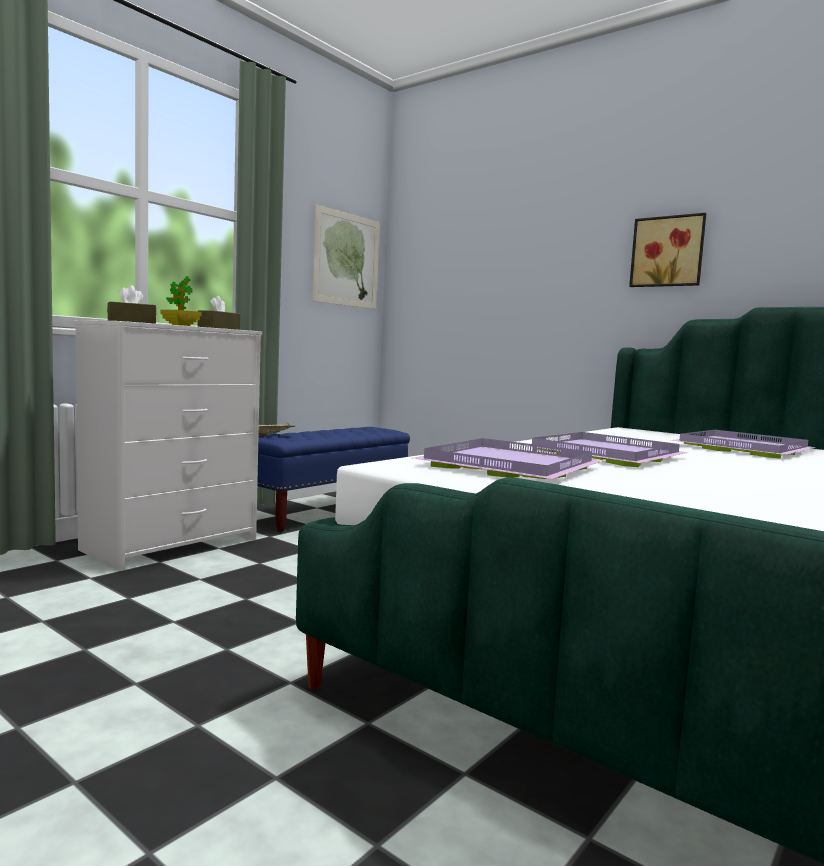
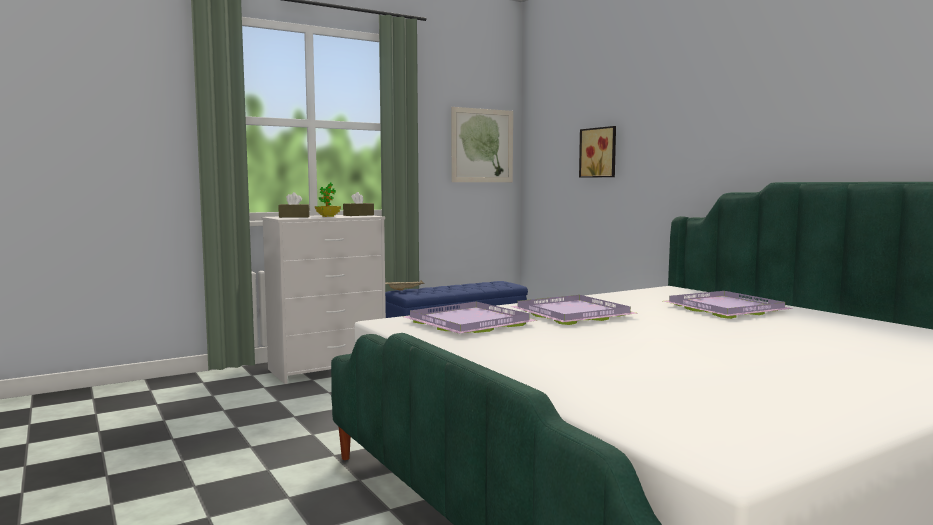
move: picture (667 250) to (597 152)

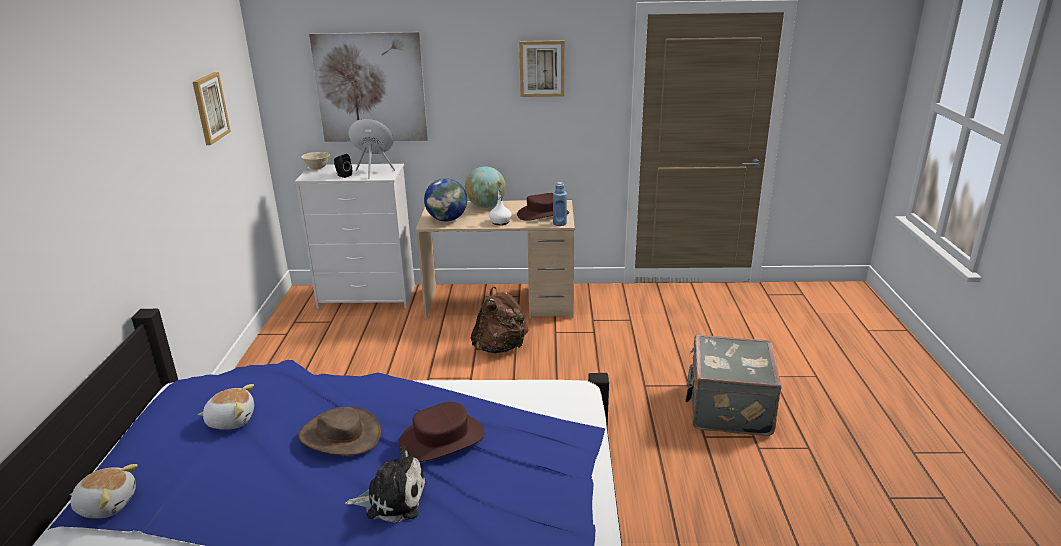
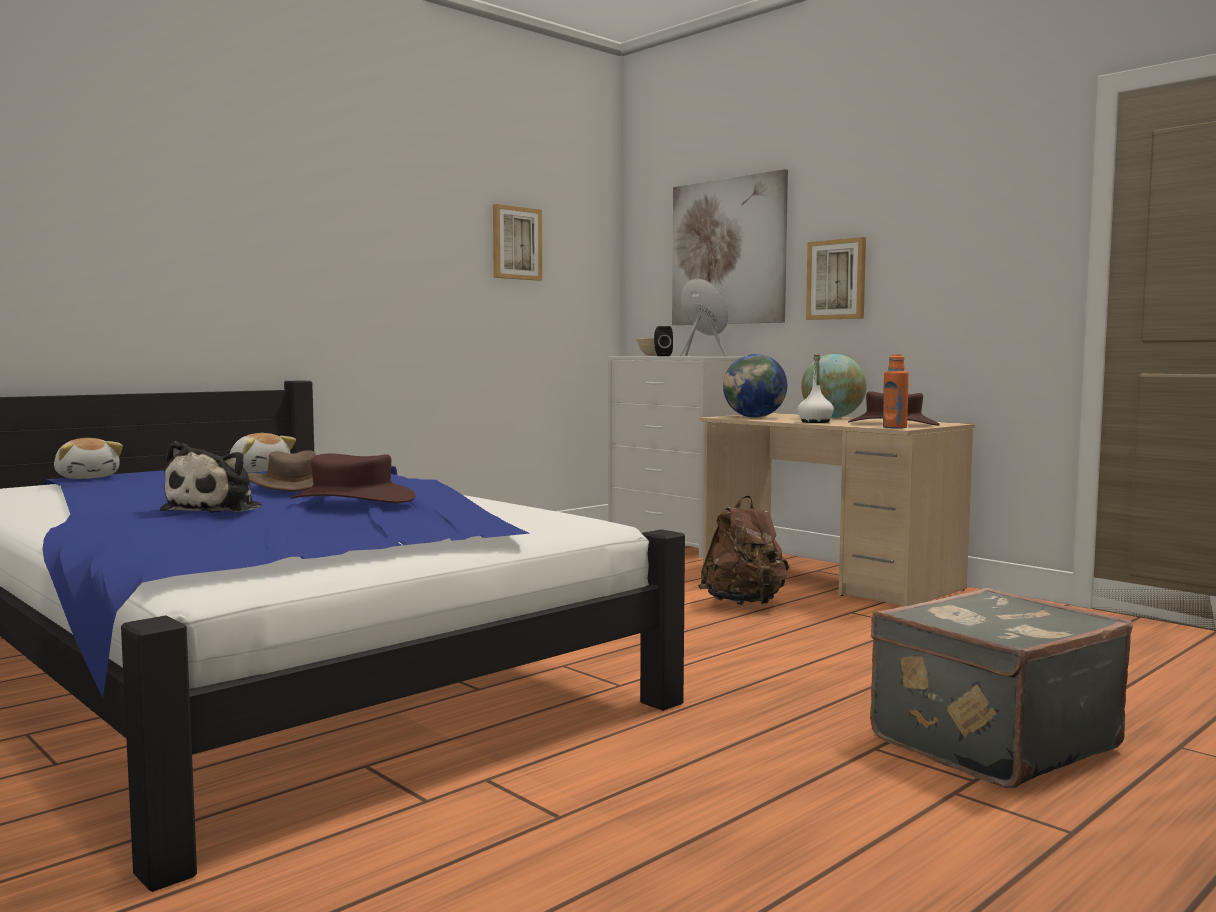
move: picture (541 68) to (836 278)
recolor: drink bottle (blue-coloured) (560 204) to drink bottle (orangey) (896 391)
rotate: soft toy (385 484) = (211 477) 60 degrees clockwise

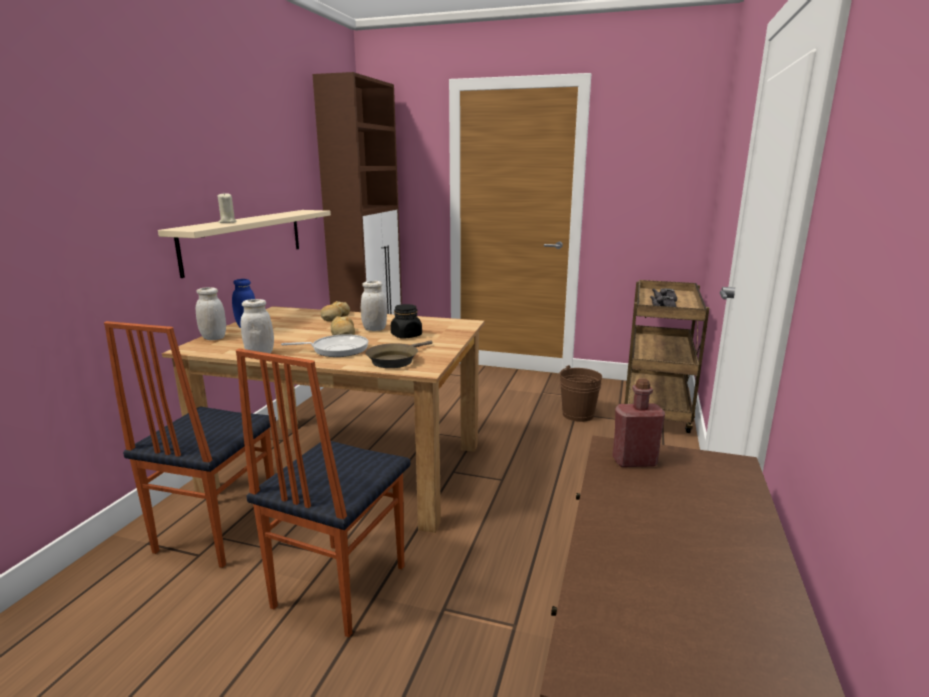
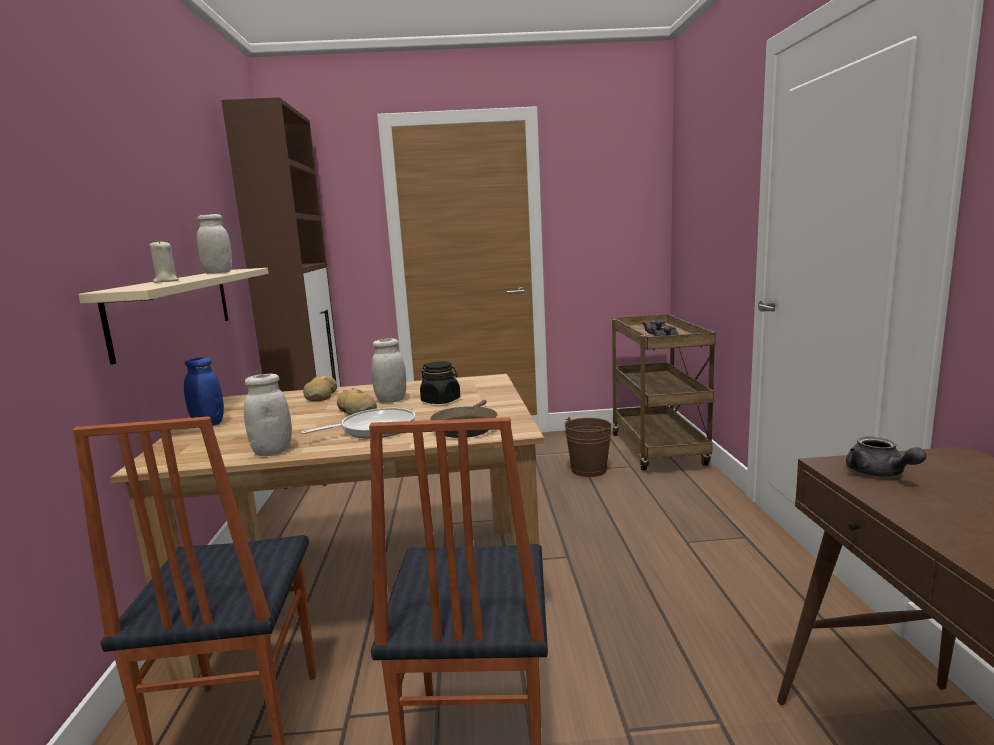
move: jar (white-coloured) (211 313) to (214 244)
replace: drink bottle (red-coloured) (638 423) to teapot (gray) (886 457)

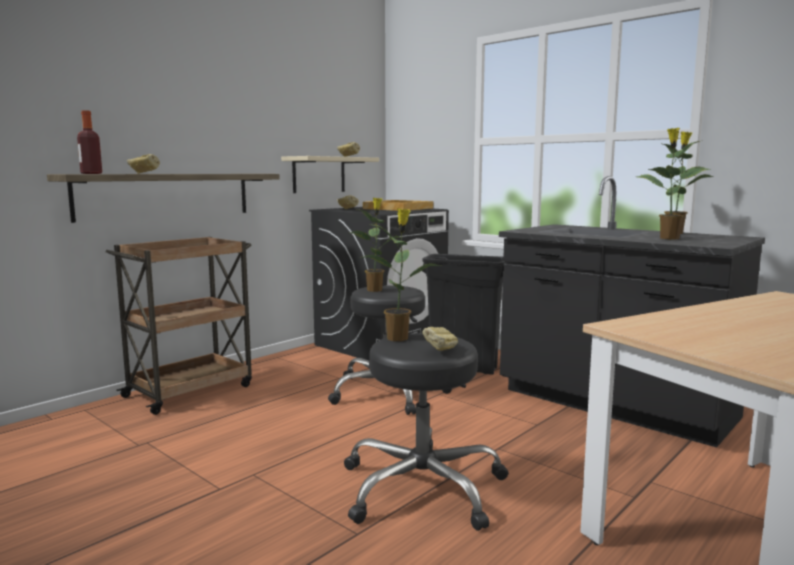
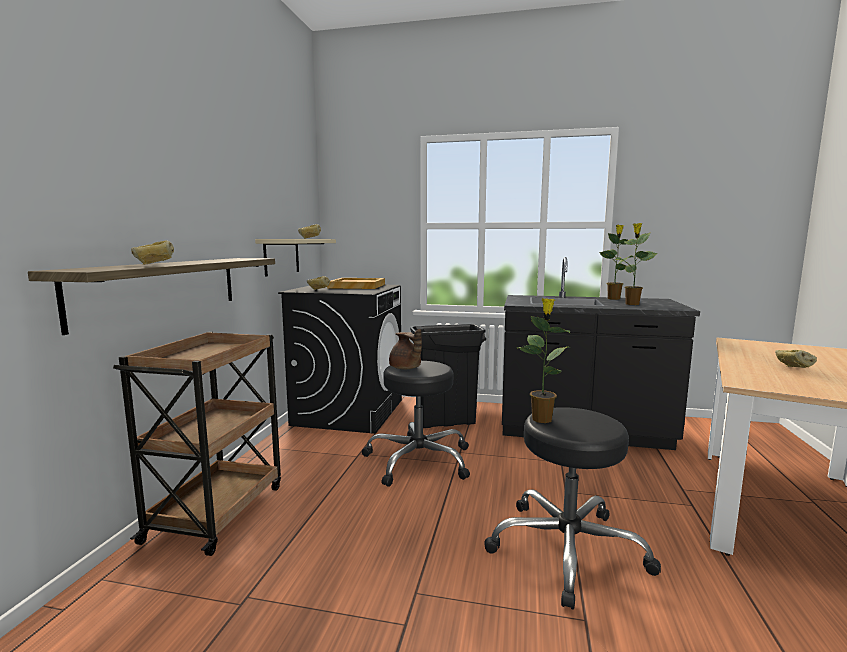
delete: drink bottle (89 142)
move: bread (440 339) to (796 359)
replace: houseplant (375 245) to teapot (brownish) (405 349)

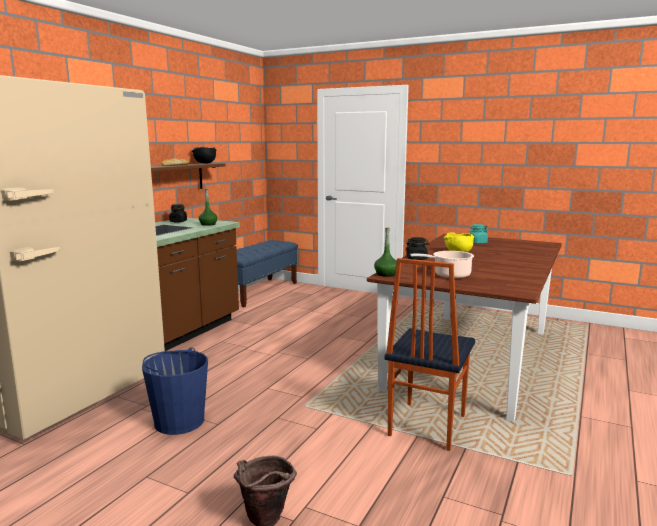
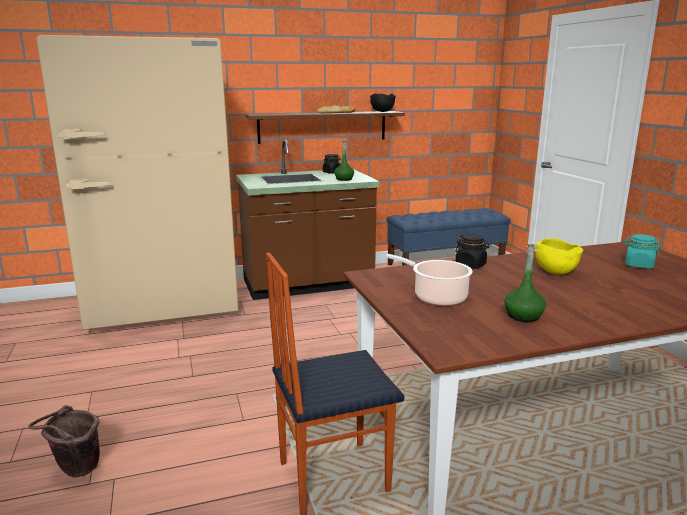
delete: water bucket (blue-coloured) (175 391)
move: drink bottle (green) (385 252) to (525 283)

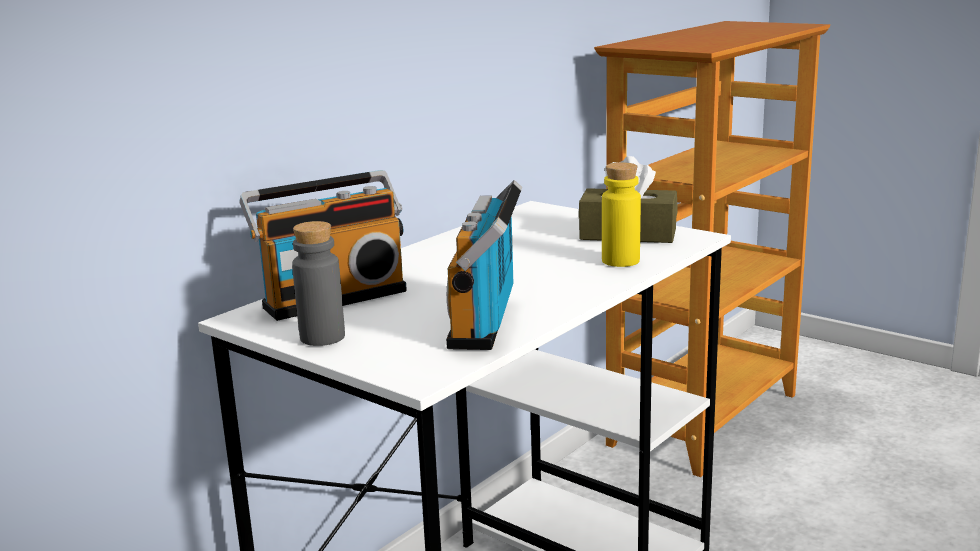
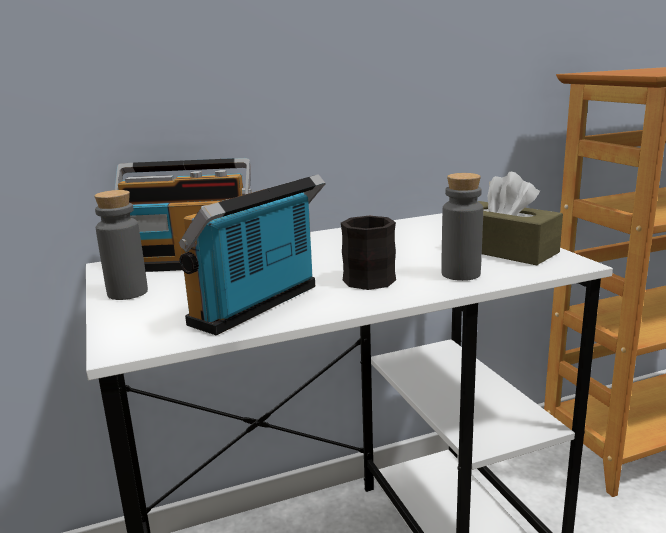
insert: coffee mug (blackish) (368 253)
recolor: drink bottle (yellow) (621 214) to drink bottle (gray) (462 227)

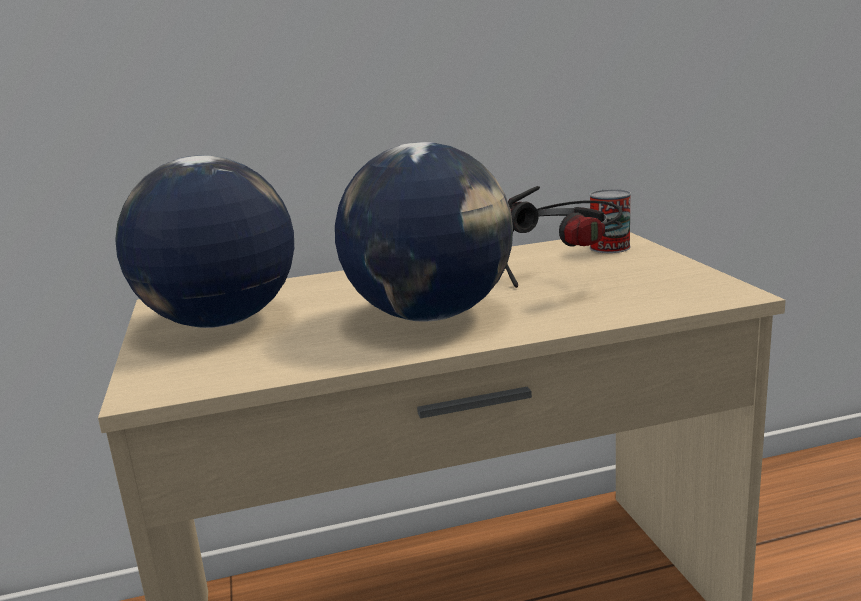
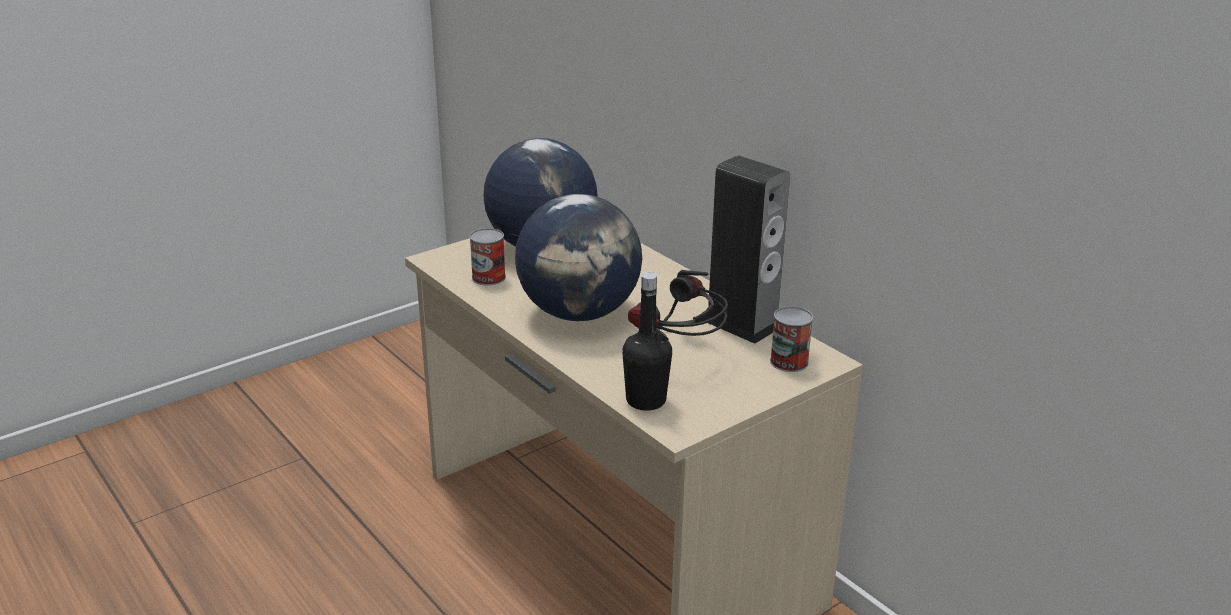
insert: metal can (487 257); drink bottle (blackish) (647 341); audio speaker (748 249)

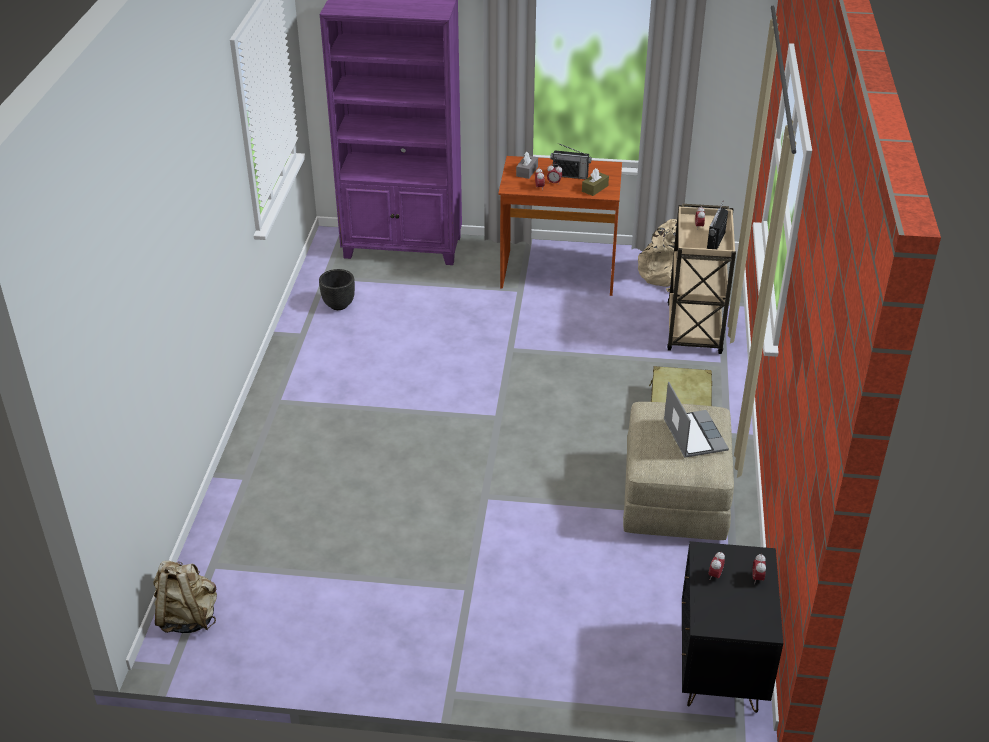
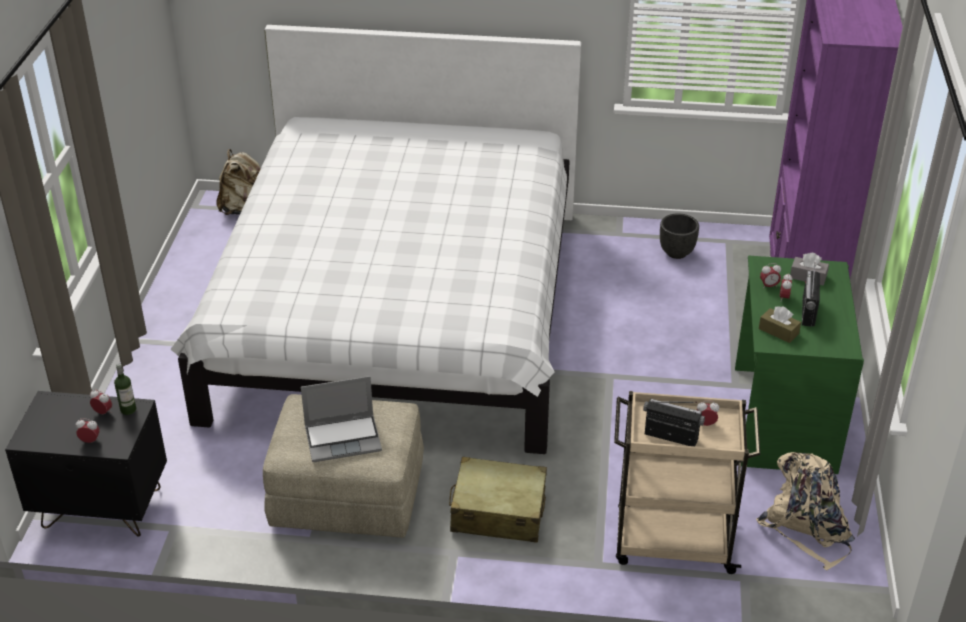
insert: drink bottle (125 389); bedroom bed (white-coloured) (376 239)
recolor: desk table (brownish) (560 226) to desk table (green) (799 365)

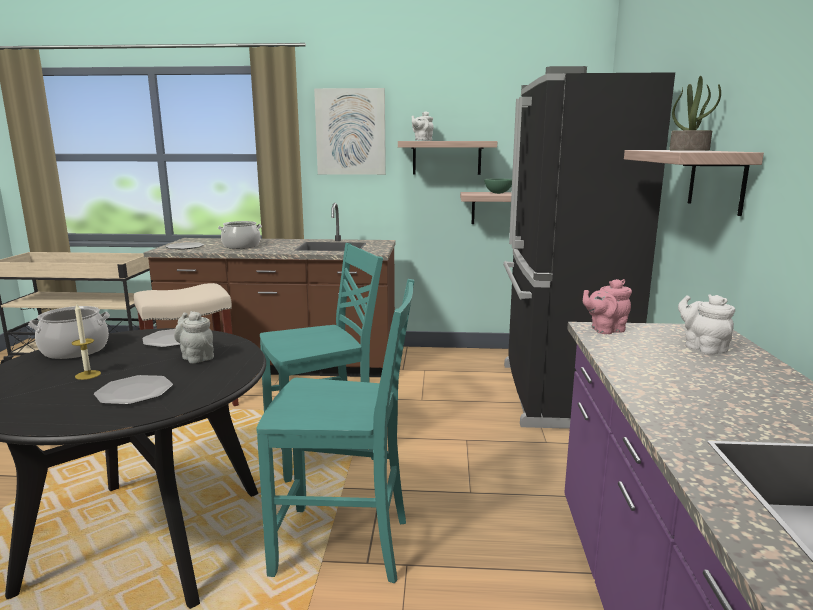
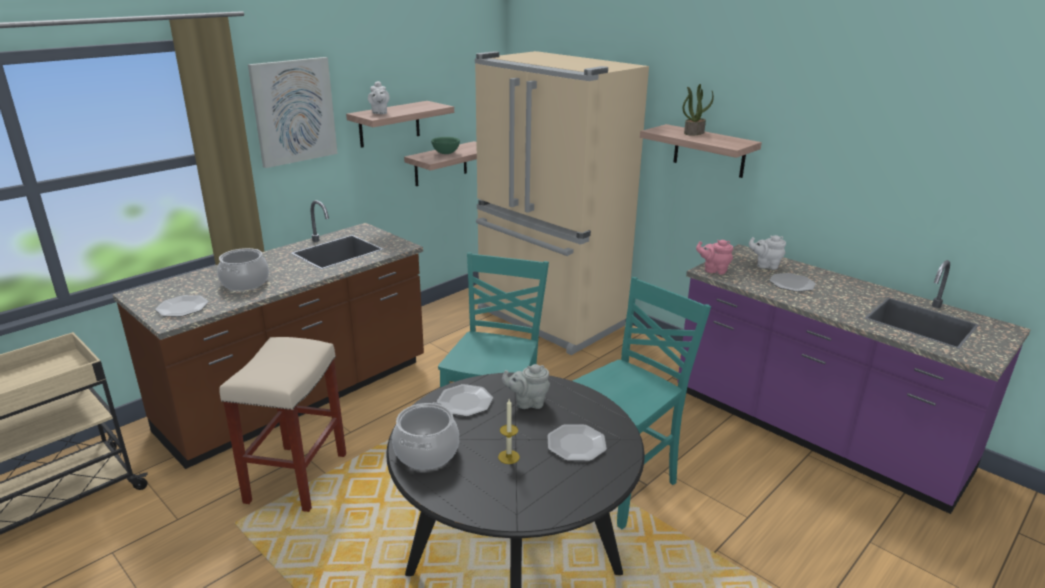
insert: dinner plate (792 282)
recolor: refrigerator (blackish) (589 247) to refrigerator (beige) (562 203)
rotate: teapot (pinkish) (607 306) = (714 257) 90 degrees clockwise

